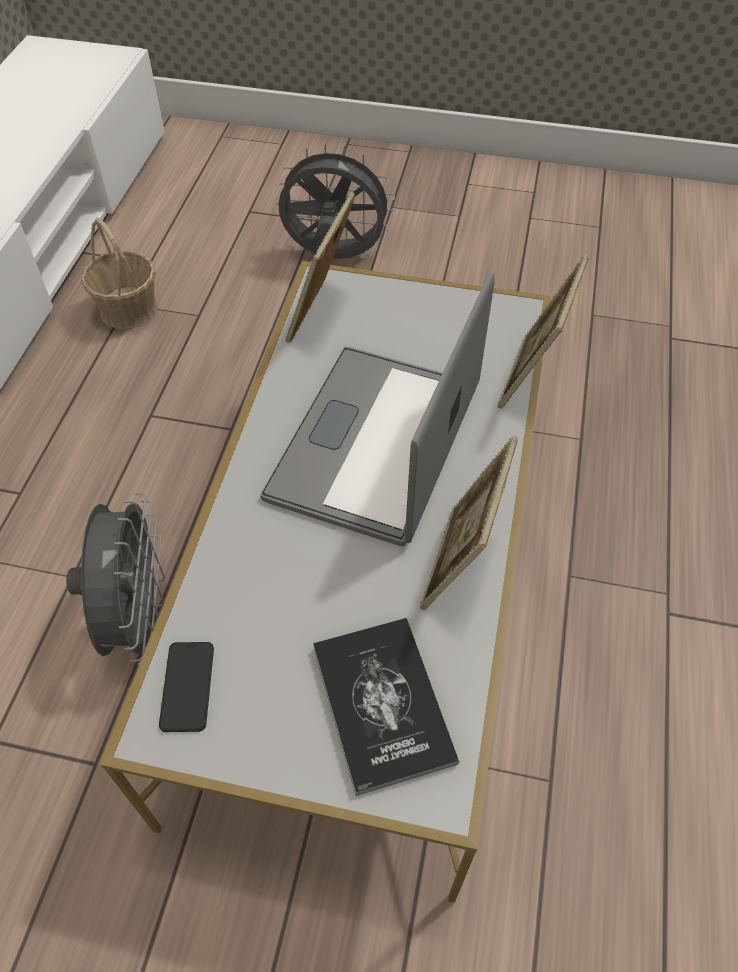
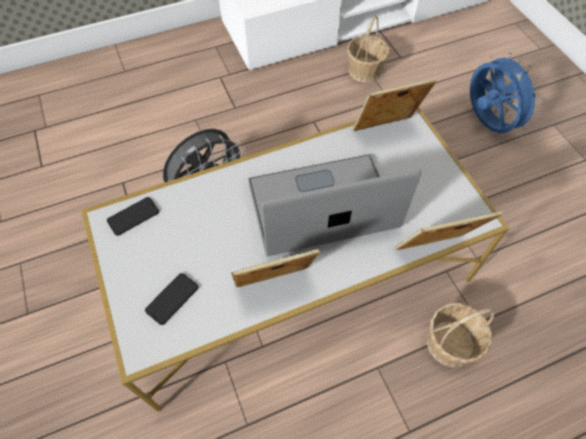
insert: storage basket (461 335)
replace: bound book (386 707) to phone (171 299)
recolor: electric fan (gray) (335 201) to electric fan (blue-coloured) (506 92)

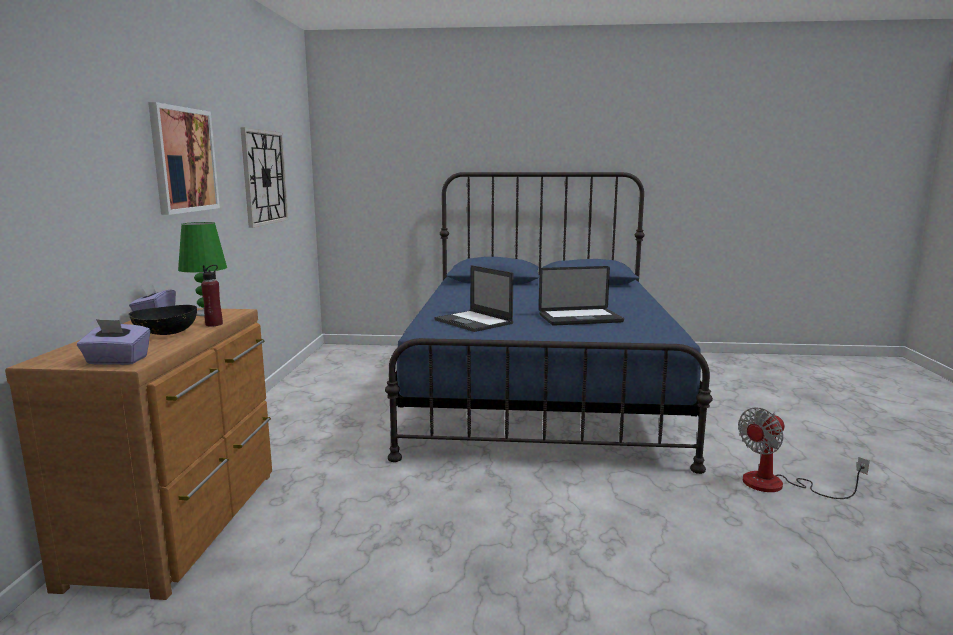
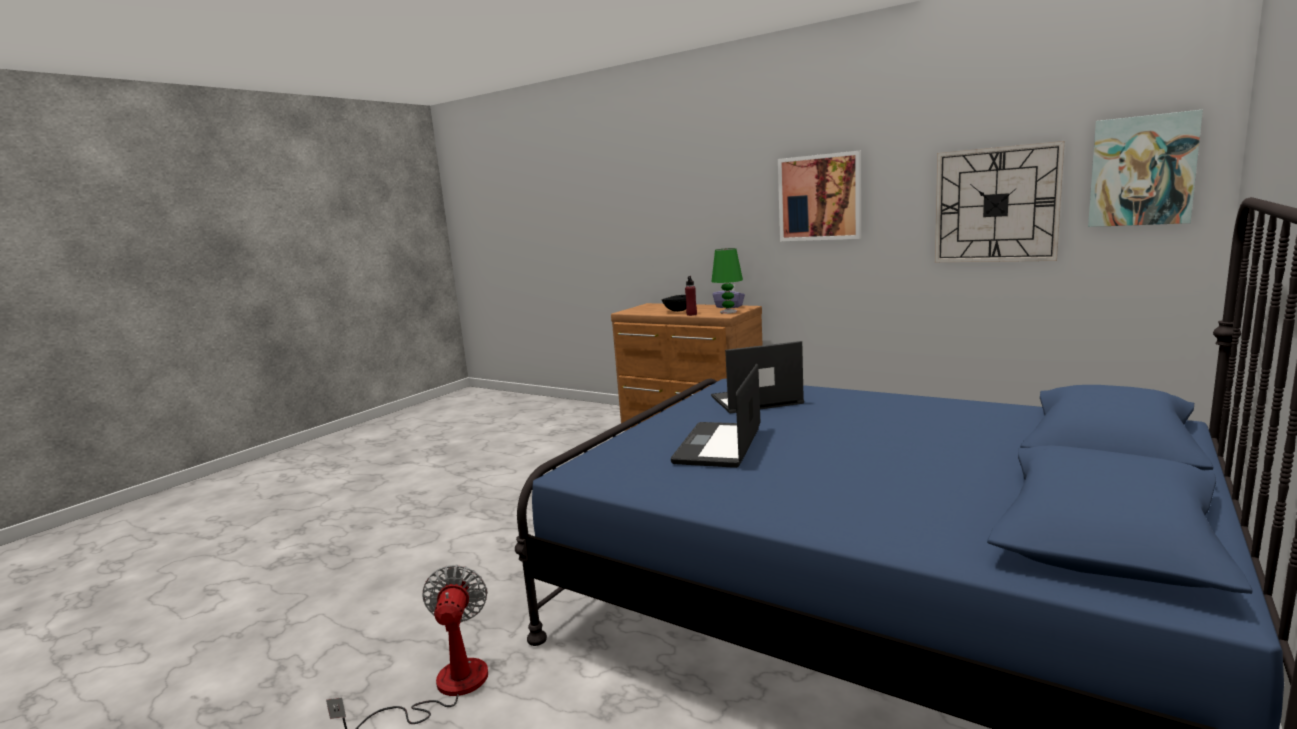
delete: box of tissues (purple-coloured) (113 342)
insert: picture (1145 168)

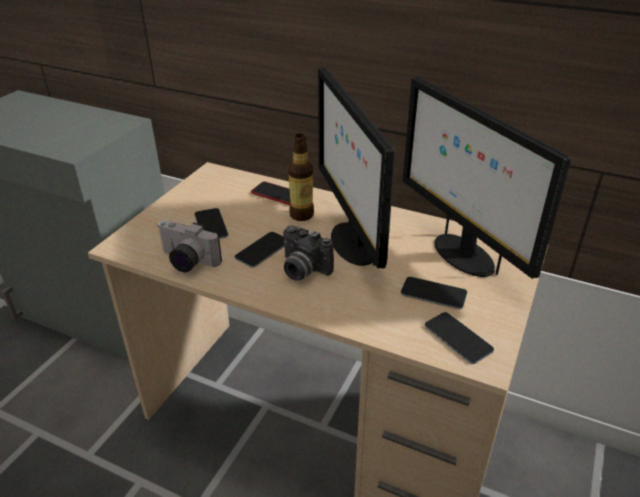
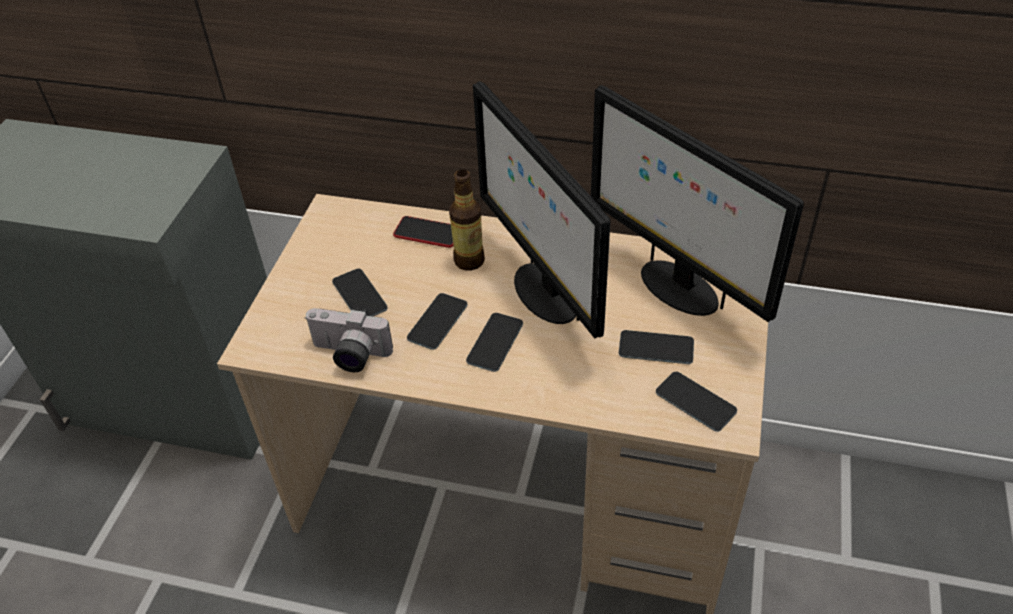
replace: photo camera (308 253) to phone (494 342)

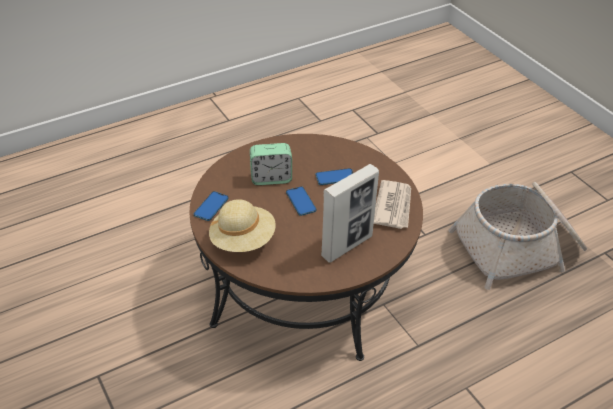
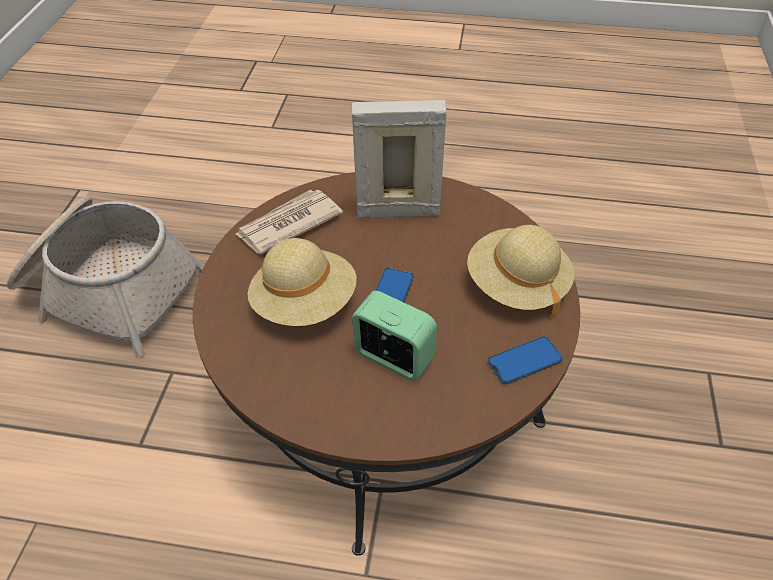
replace: phone (334 176) to clothing hat (beige) (302 282)

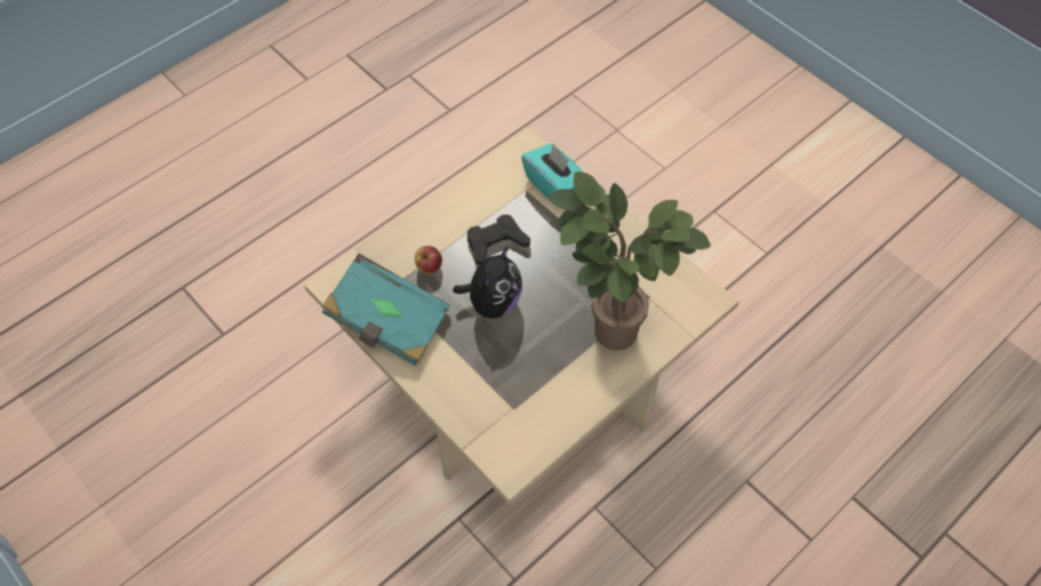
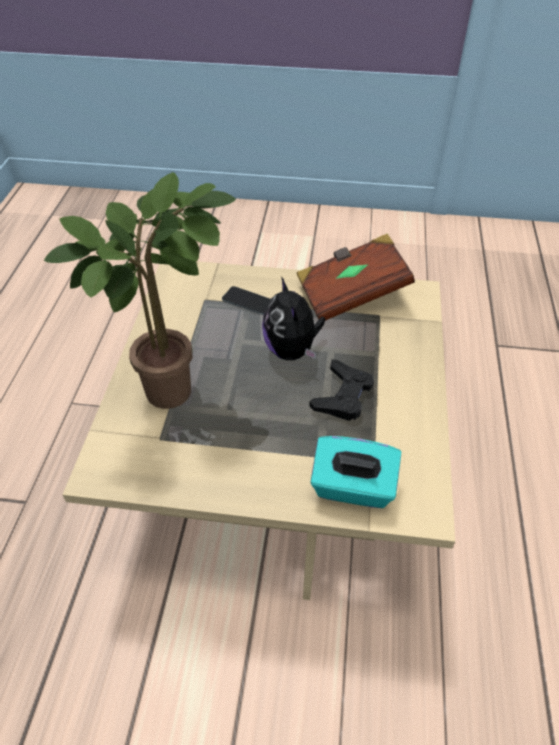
delete: apple (428 260)
insert: phone (246 300)
recolor: bound book (turquoise-coloured) (386 309) to bound book (brownish) (355 277)

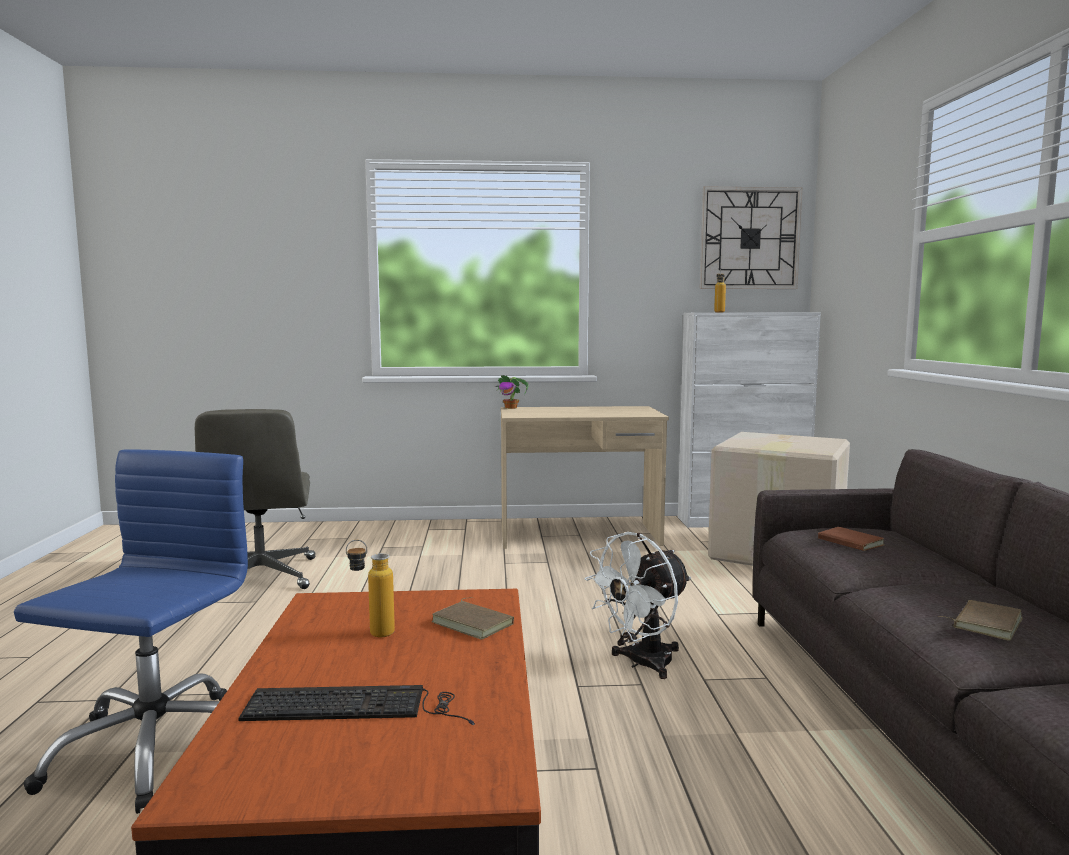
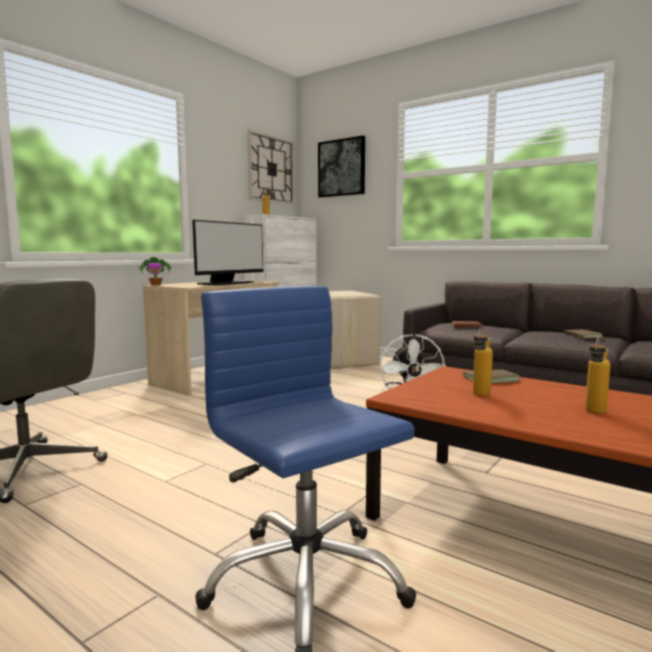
insert: computer screen (228 252); picture (341 167)
replace: computer keyboard (356 705) to drink bottle (597 375)

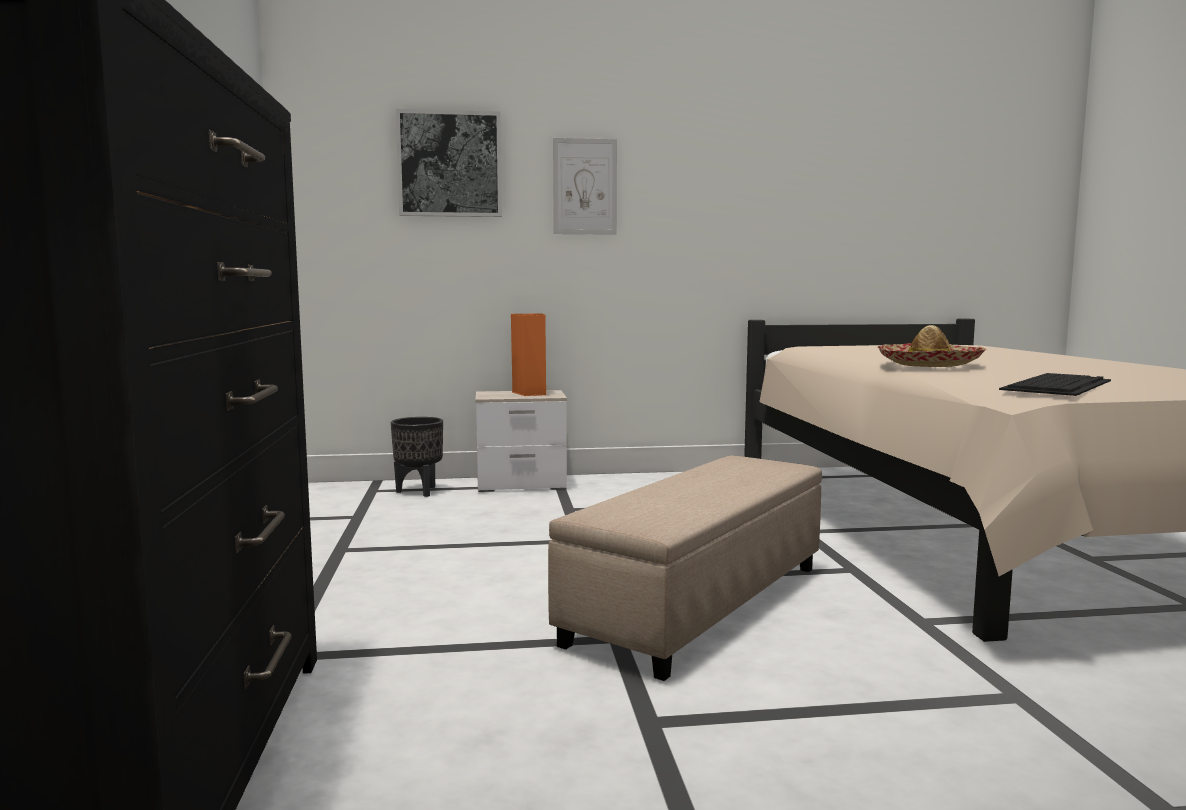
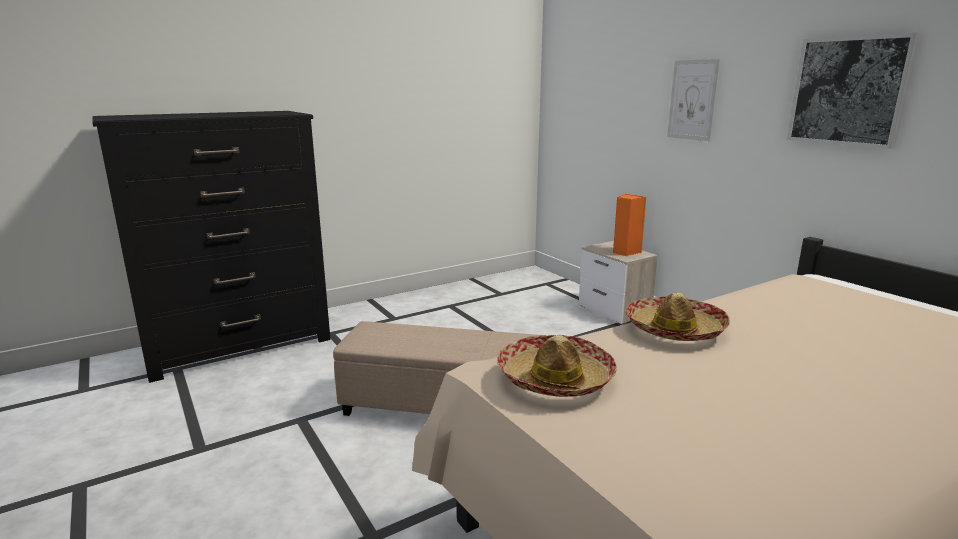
delete: plant pot (blackish) (417 457)
move: picture (449 163) to (853 90)
replace: computer keyboard (1055 384) to clothing hat (557 366)

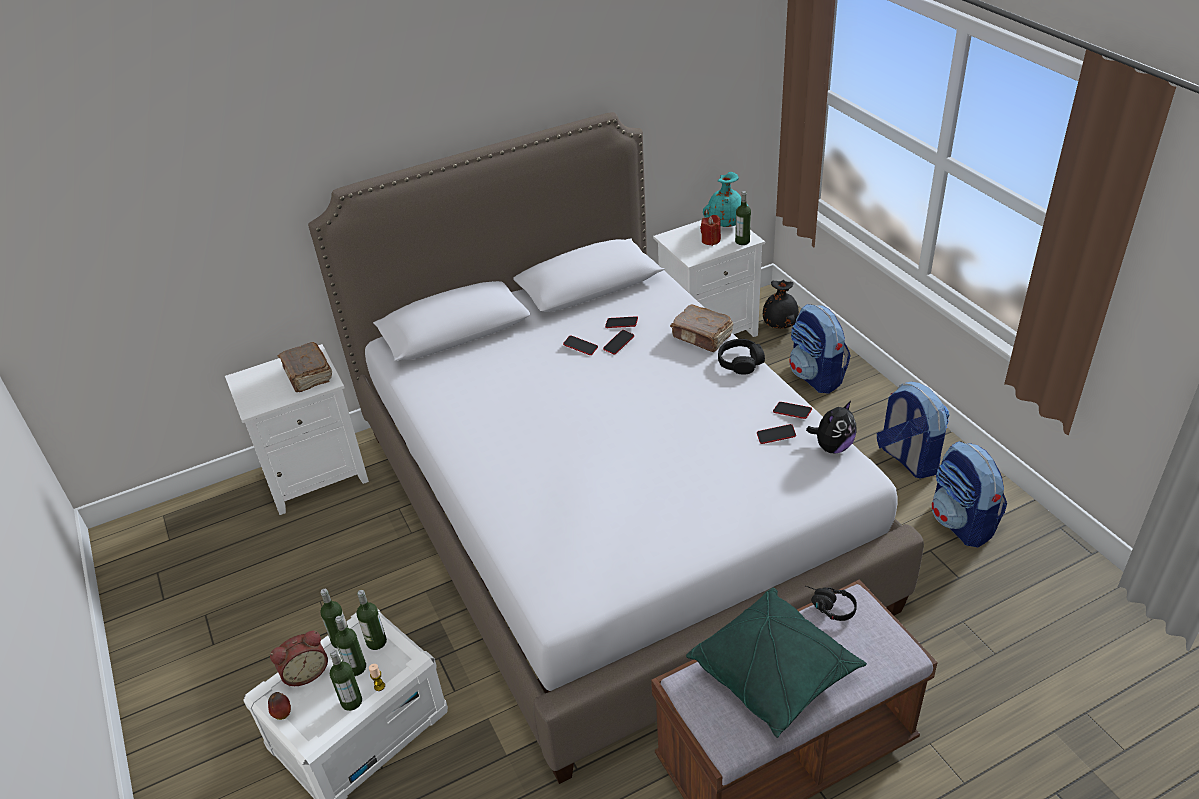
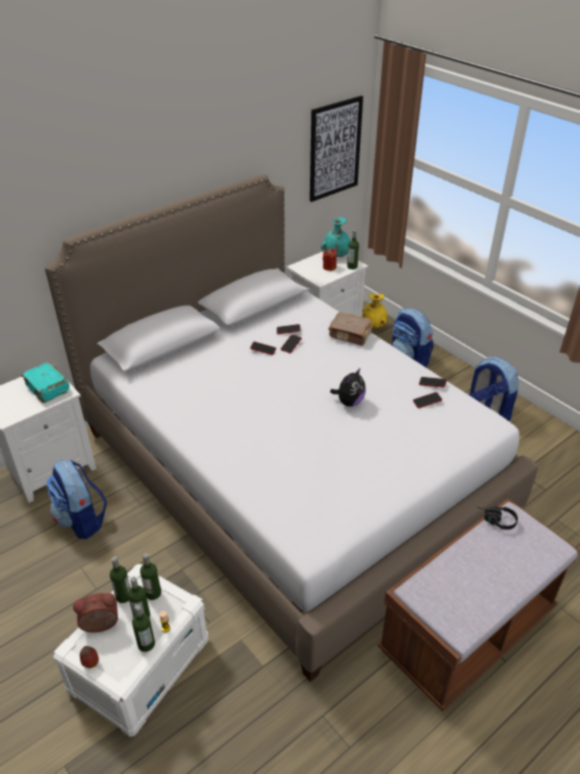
delete: cushion (green) (776 663); pair of headphones (blackish) (741 356)
insert: picture (336 149)
move: backpack (969 494) to (76 499); soft toy (831 427) to (348 387)
recolor: bound book (brownish) (304 367) to bound book (turquoise-coloured) (45 382); flower vase (blackish) (781 304) to flower vase (yellow) (374 310)
rotate: bedside clock (299 658) = (95 612) 150 degrees counterclockwise

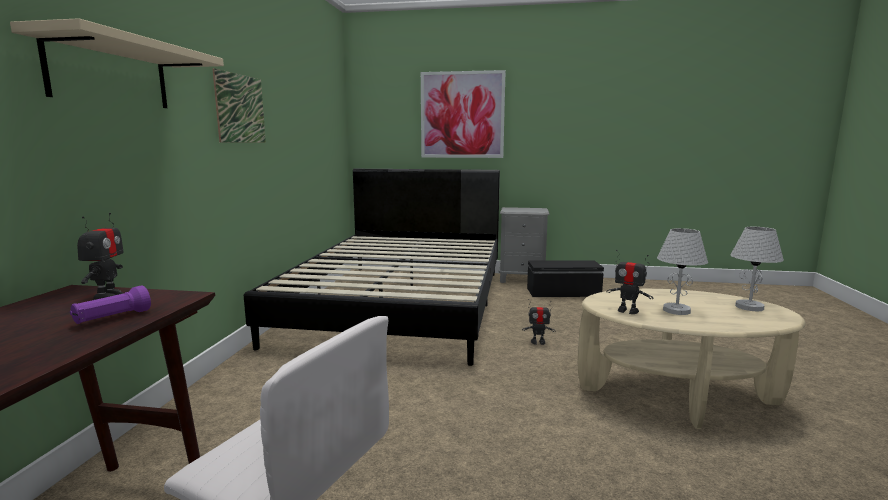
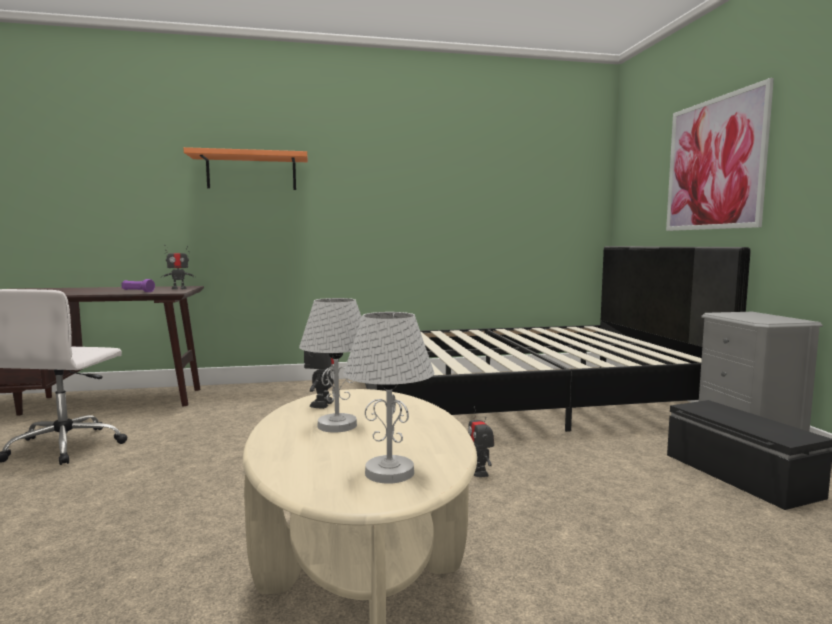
delete: picture (239 105)
recolor: bracket shelf (beige) (117 63) to bracket shelf (orangey) (246 168)

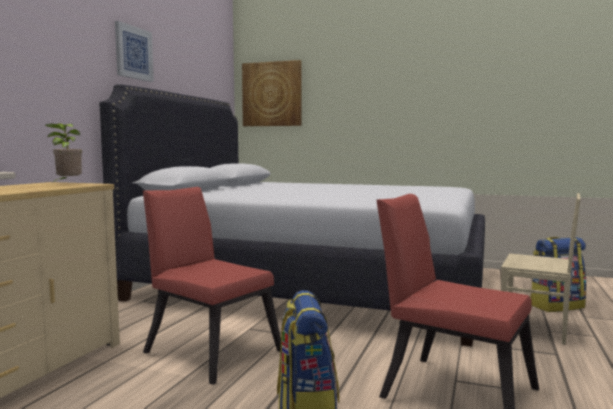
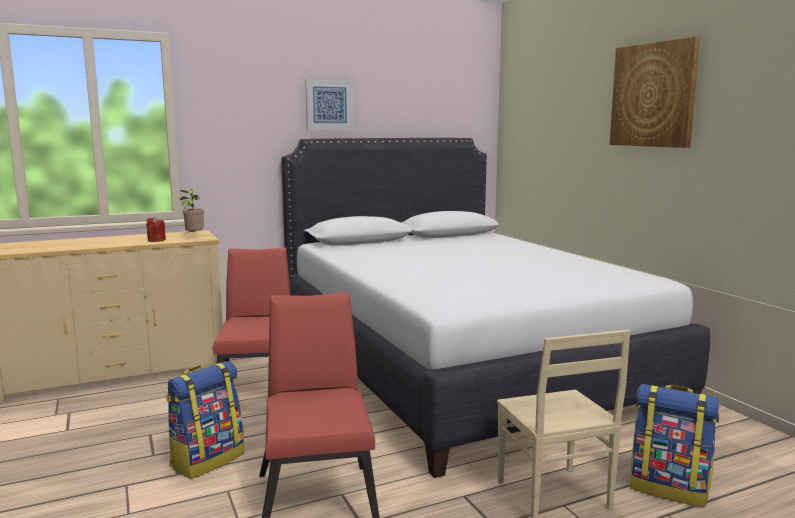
insert: candle (red-coloured) (156 229)
move: picture (272 93) to (655 92)

